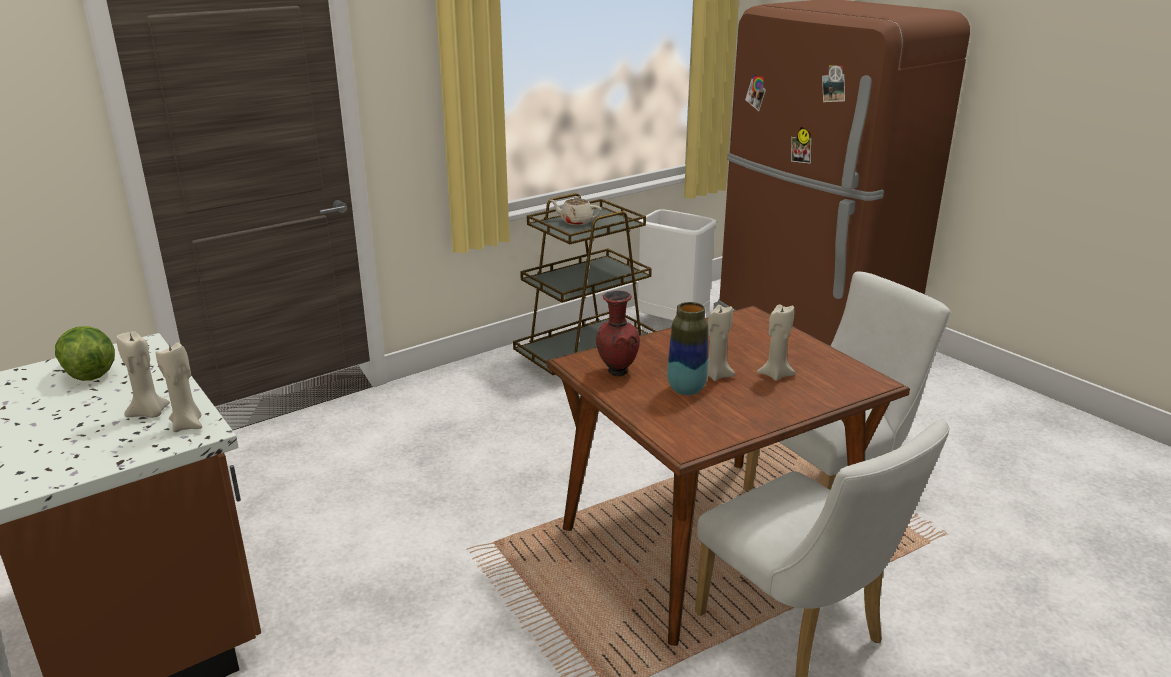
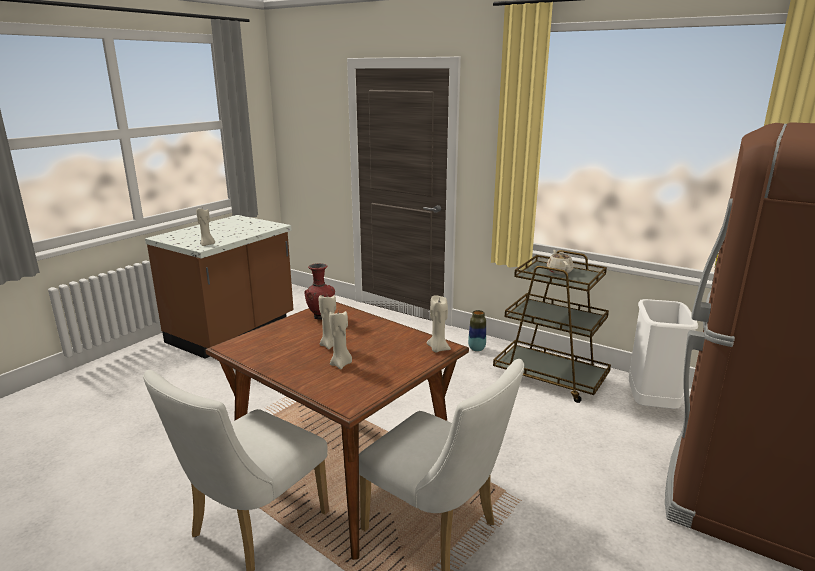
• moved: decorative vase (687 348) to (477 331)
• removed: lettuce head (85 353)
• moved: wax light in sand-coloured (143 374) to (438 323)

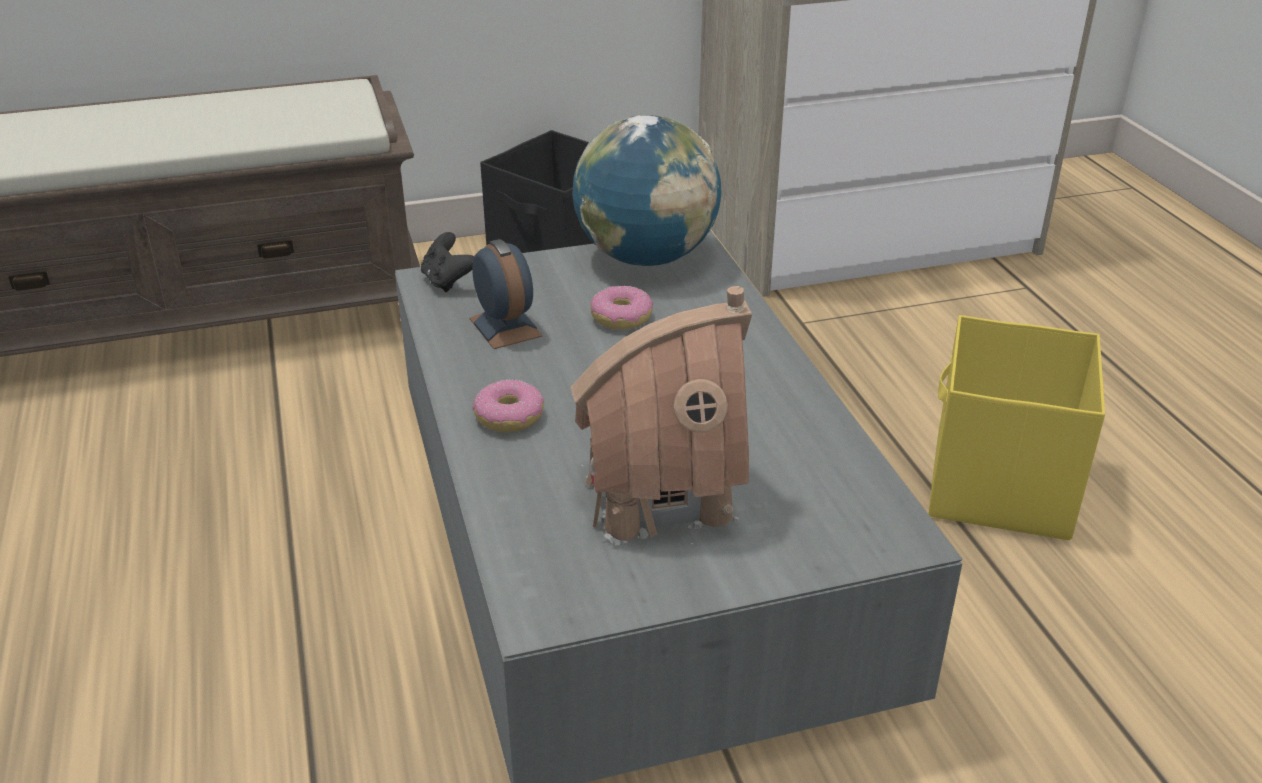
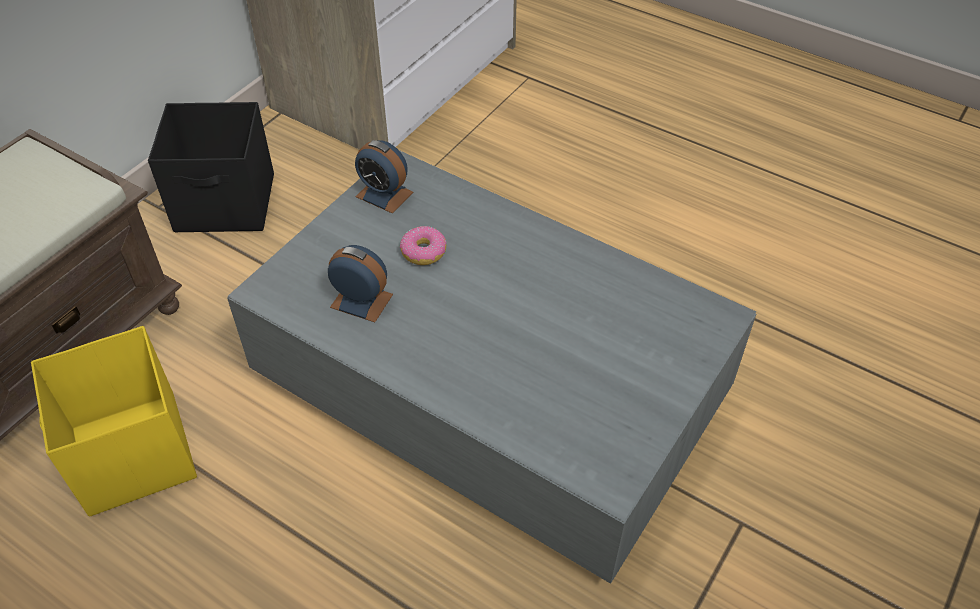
• replaced: world globe (647 190) to bedside clock (384 177)
• removed: joypad in black (447 262)
• removed: toy house (661 416)
• moved: storage container in yellowish (1016 427) to (114 421)
• removed: donut (508 405)

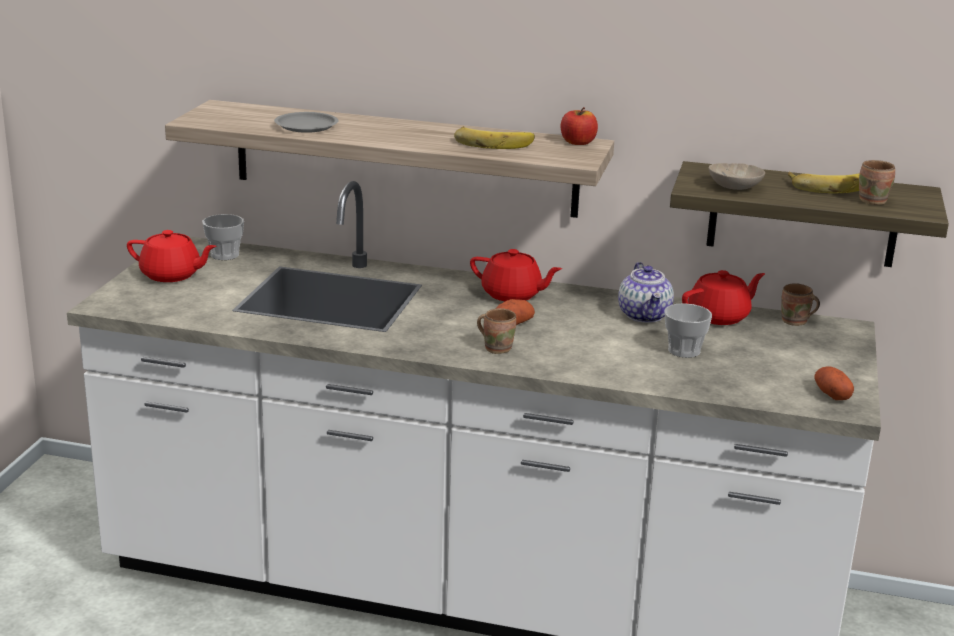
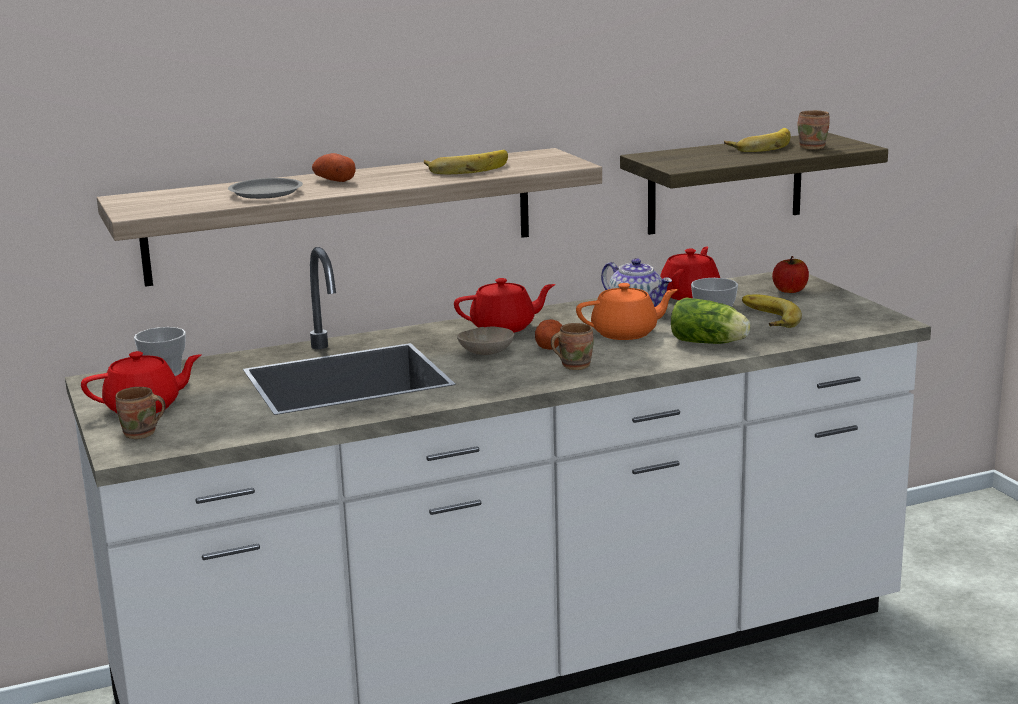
• moved: apple (579 126) to (790 274)
• moved: bowl in sand-coloured (737 176) to (485 341)
• moved: tea mug in brown (800 304) to (140 413)
• moved: potato (834 383) to (334 167)
• added: pot for tea in orangey (627 311)
• added: whole banana (772 311)
• added: lettuce head (710 320)

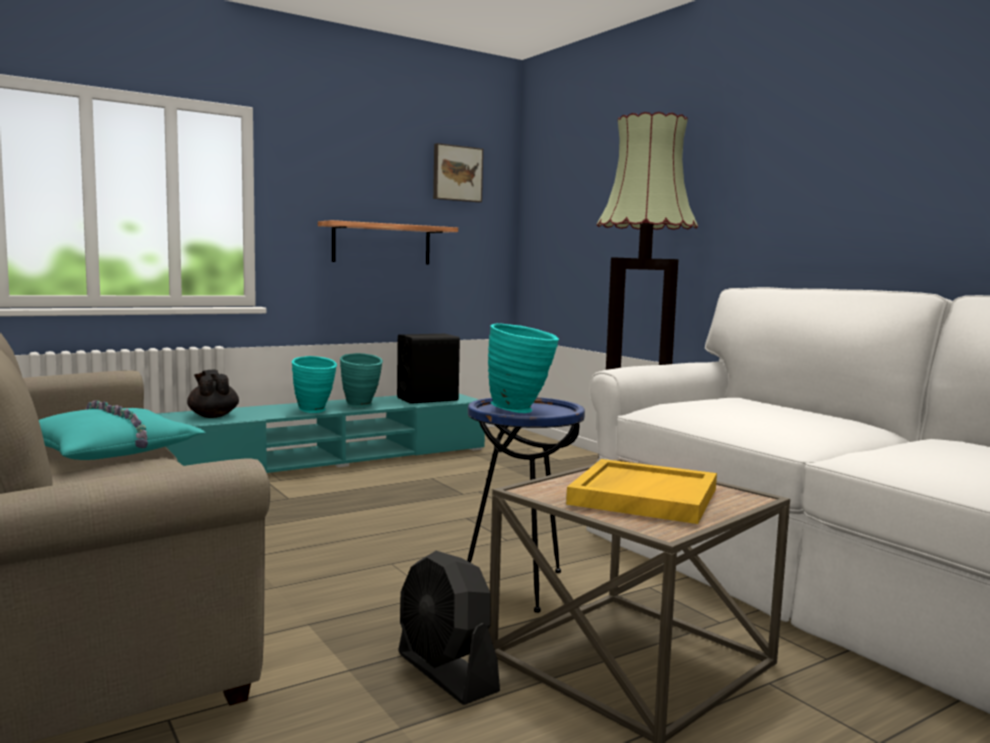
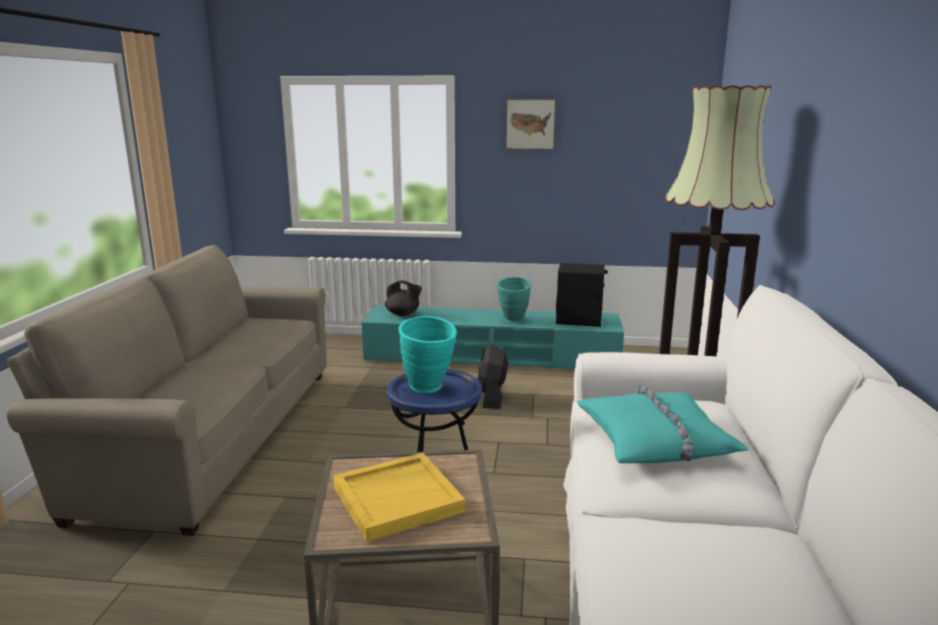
• moved: wall art (458 172) to (530 124)
• removed: wall shelf (388 242)
• removed: decorative vase in turquoise (314 384)
• turned: pot for tea in black (213 393) = (403 298) 105 degrees clockwise
• moved: throw pillow in turquoise (122 430) to (662 424)
• moved: fan in black (449 628) to (492 376)

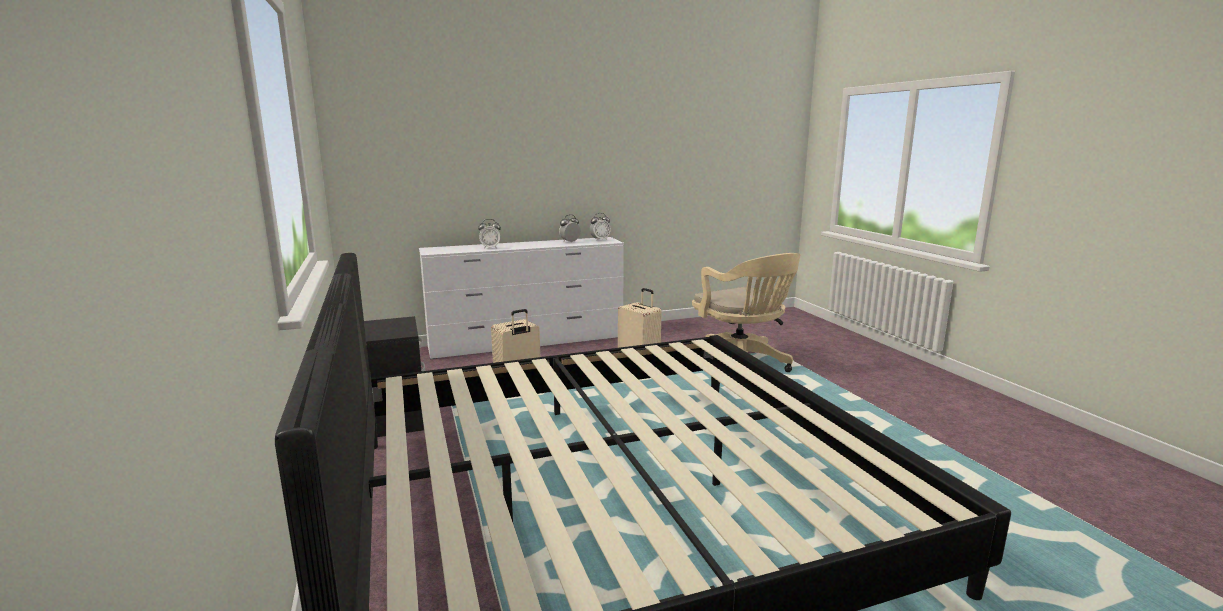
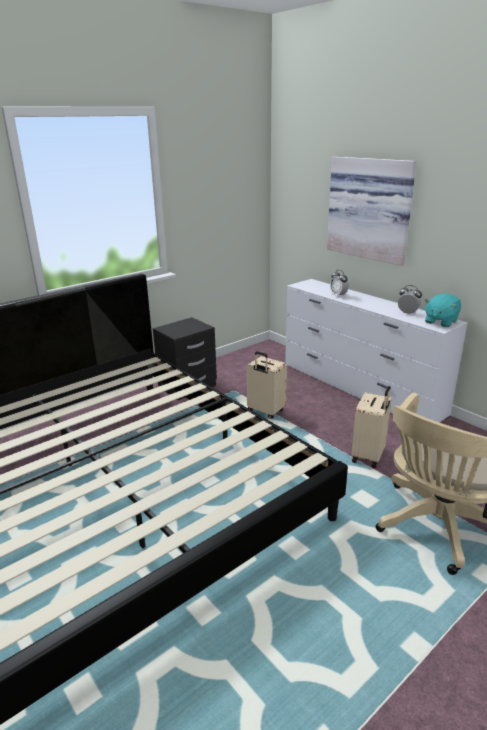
• replaced: bedside clock (600 226) to cuddly toy in turquoise (443 310)
• added: wall art (372 211)

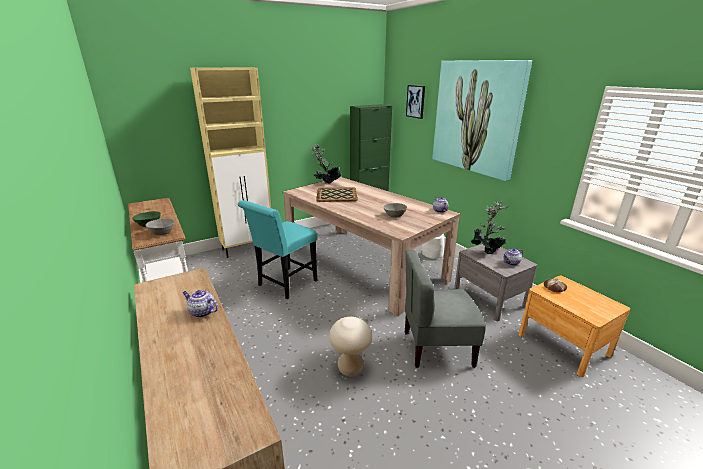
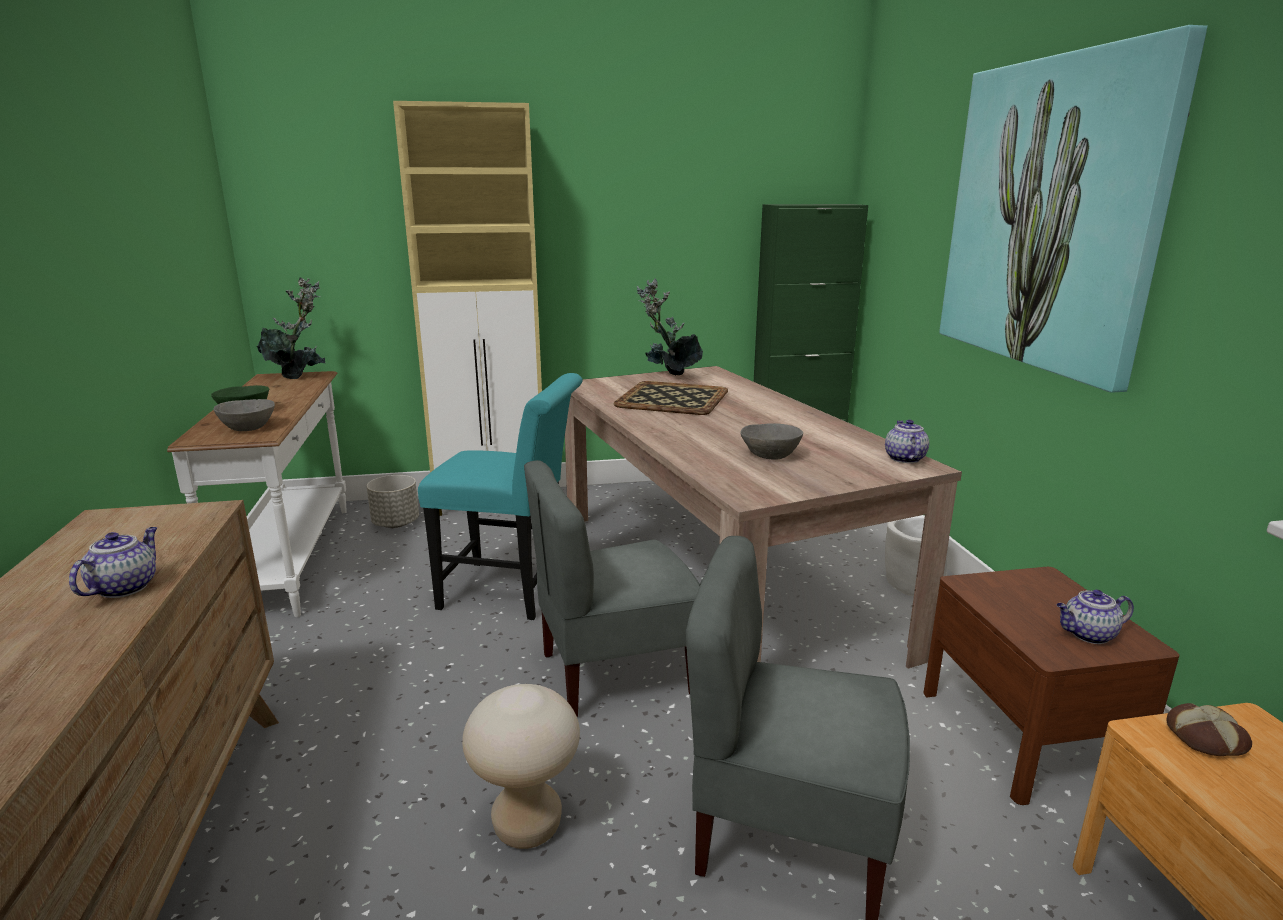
• removed: wall art (415 102)
• turned: plain chair in turquoise (277 249) = (500 496) 135 degrees counterclockwise
• moved: plant in a pot (490 227) to (291 328)
• recoloured: bedside table in grey (495 282) to bedside table in brown (1051 686)
• turned: pot for tea (200 304) = (113 562) 60 degrees clockwise
• added: plain chair in grey (612 588)
• added: planter in grey (393 501)

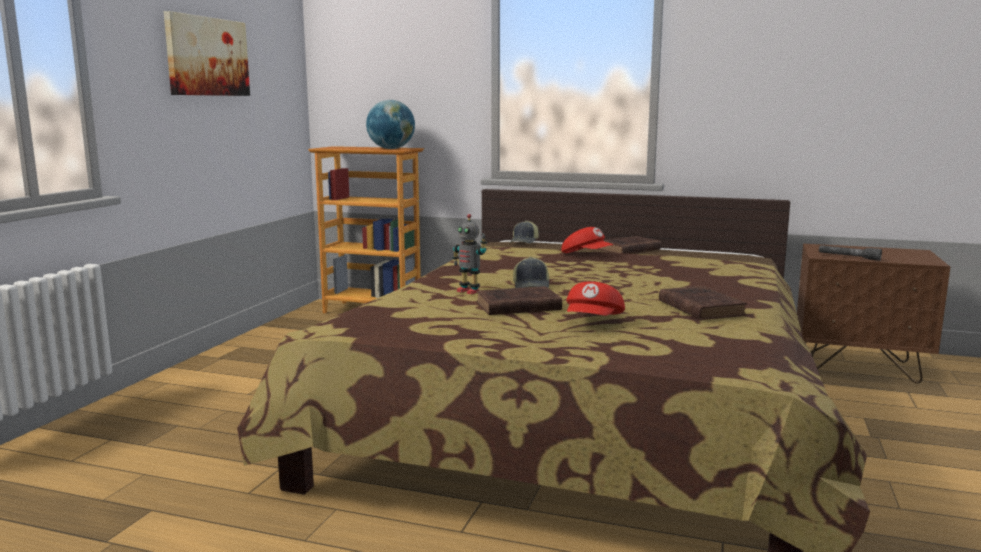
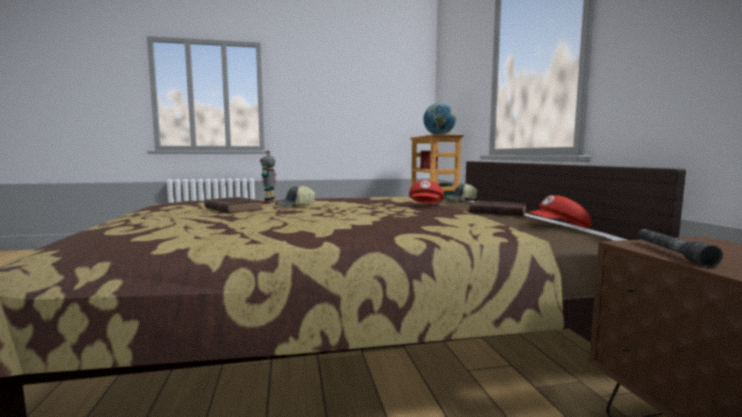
• removed: wall art (207 53)
• moved: peaked cap in reddish (595 298) to (560 211)
• removed: bound book in brown (703 303)

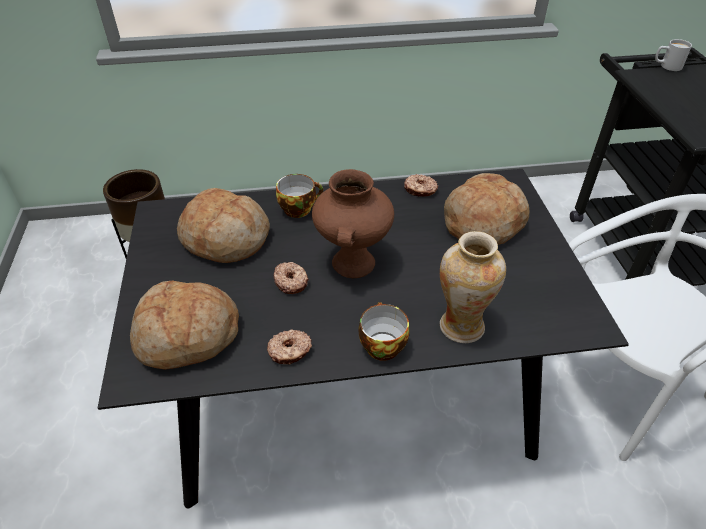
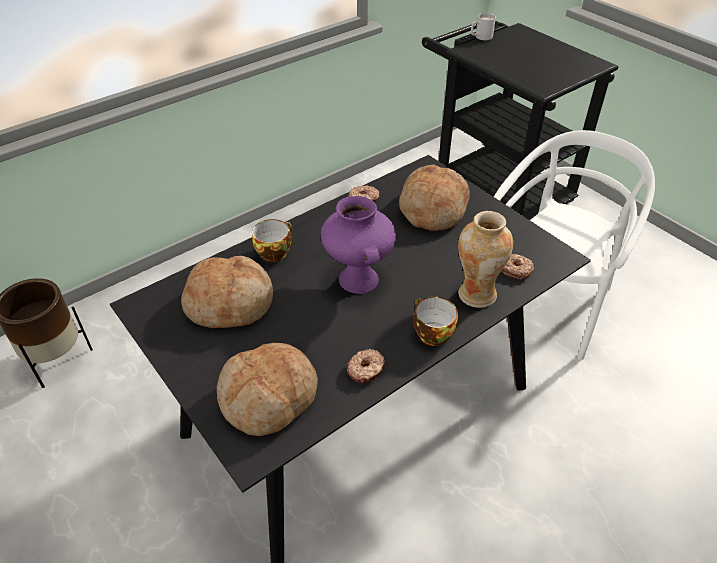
• recoloured: decorative vase in brown (353 223) to decorative vase in purple (358 245)
• moved: donut (291 278) to (518 266)

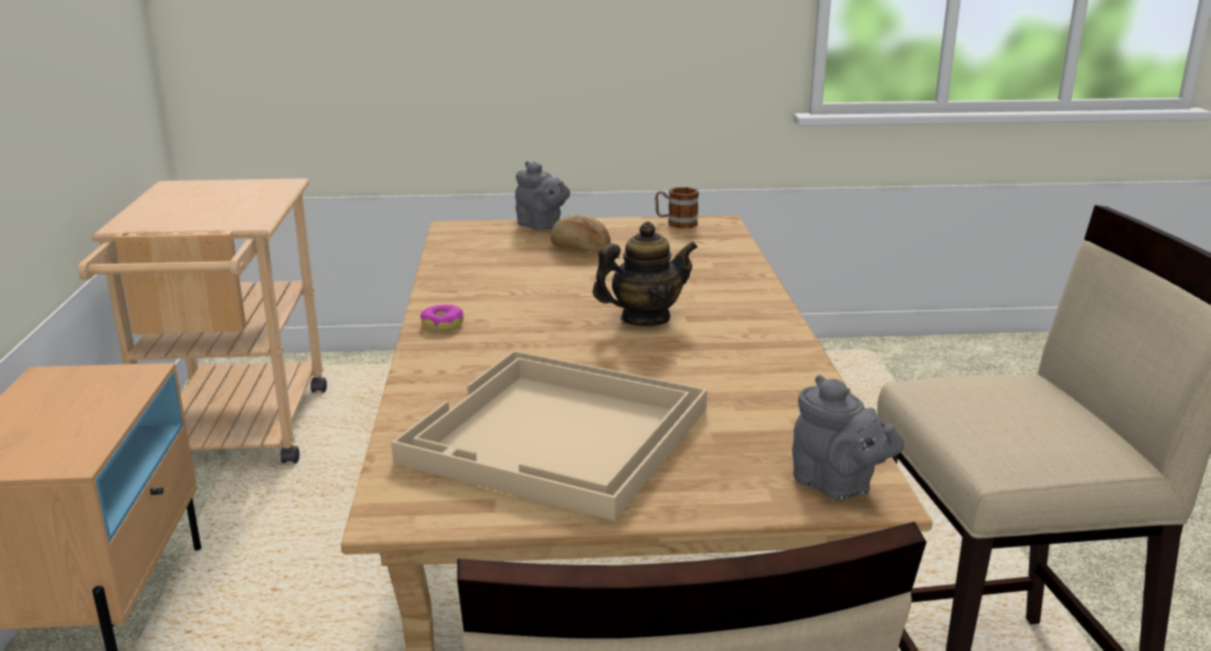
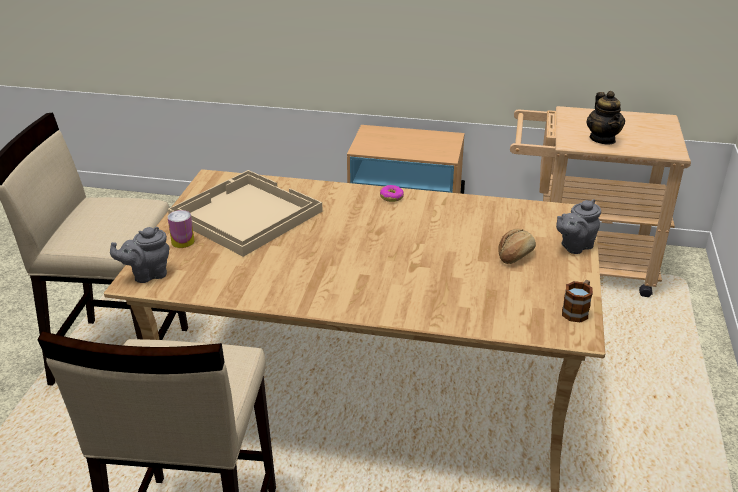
• moved: pot for tea (645 273) to (605 118)
• added: metal can (181 229)

